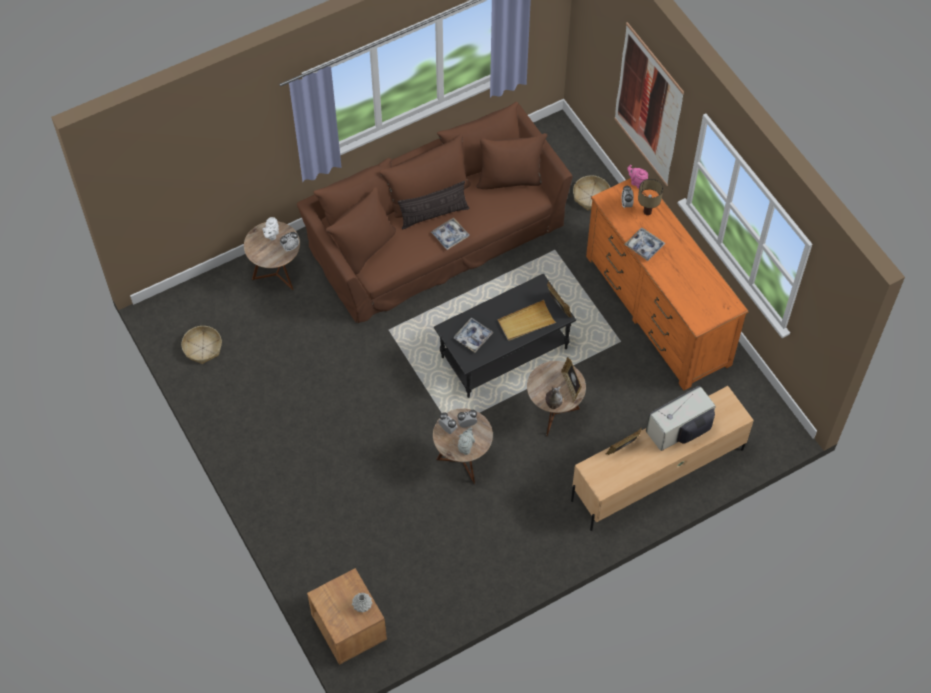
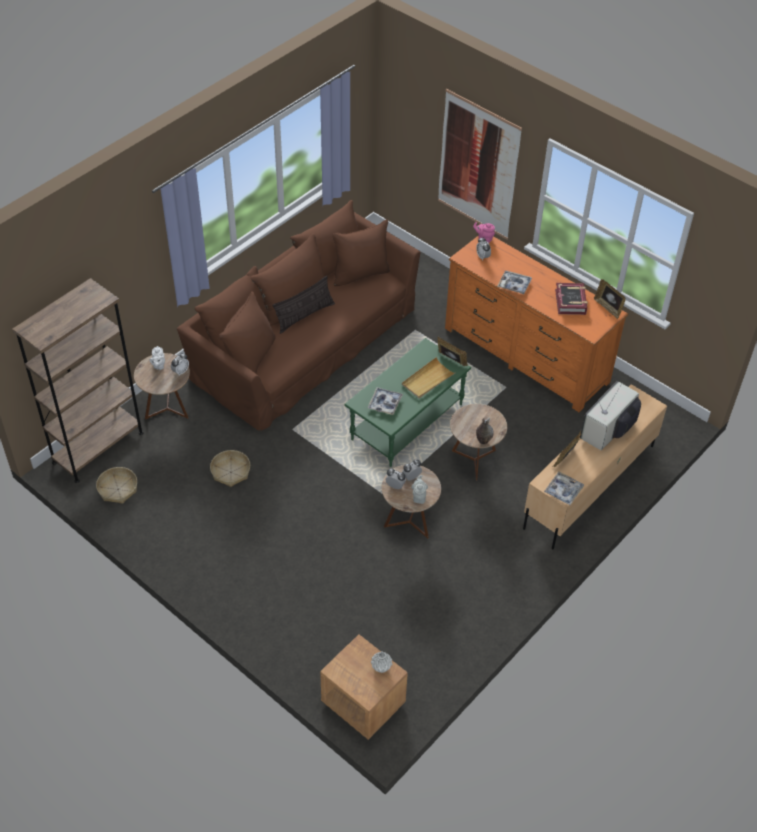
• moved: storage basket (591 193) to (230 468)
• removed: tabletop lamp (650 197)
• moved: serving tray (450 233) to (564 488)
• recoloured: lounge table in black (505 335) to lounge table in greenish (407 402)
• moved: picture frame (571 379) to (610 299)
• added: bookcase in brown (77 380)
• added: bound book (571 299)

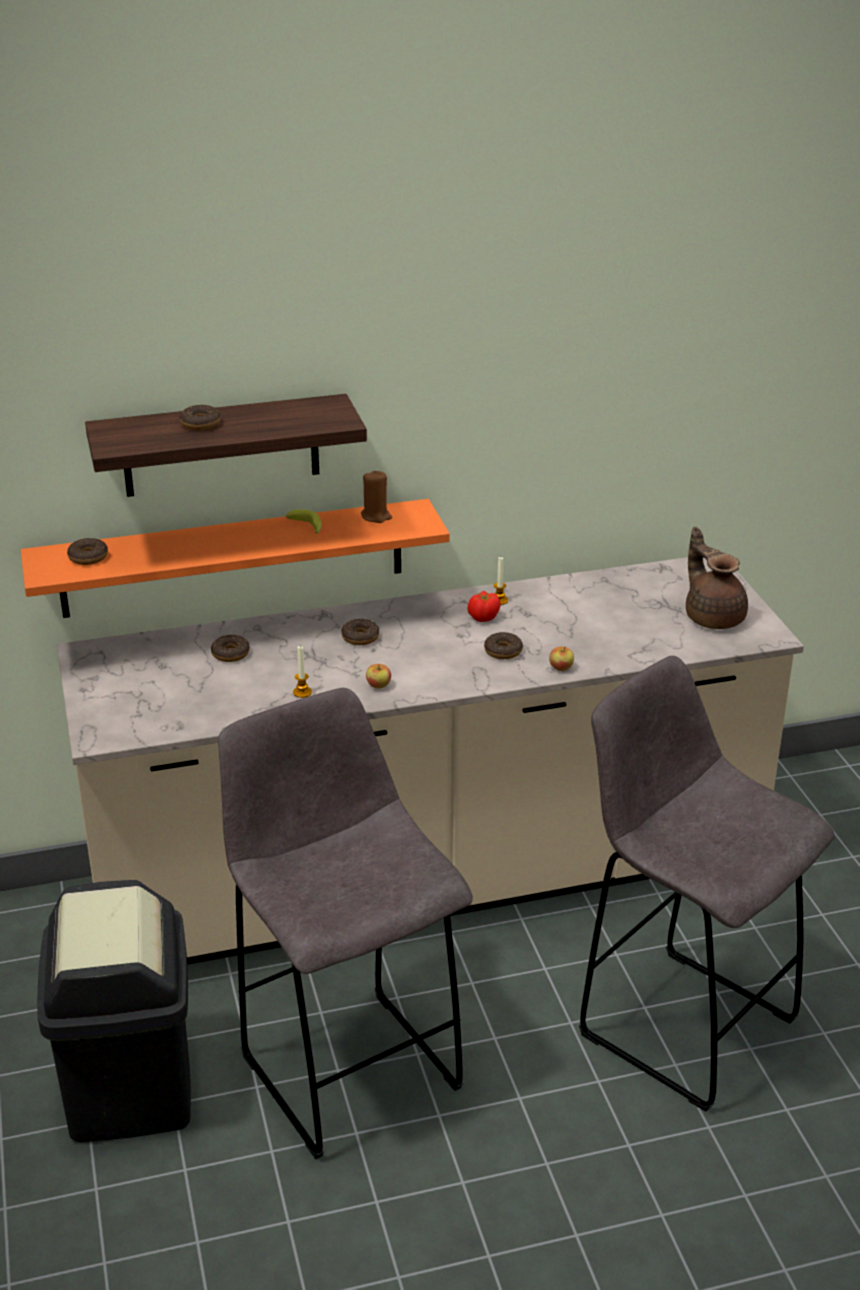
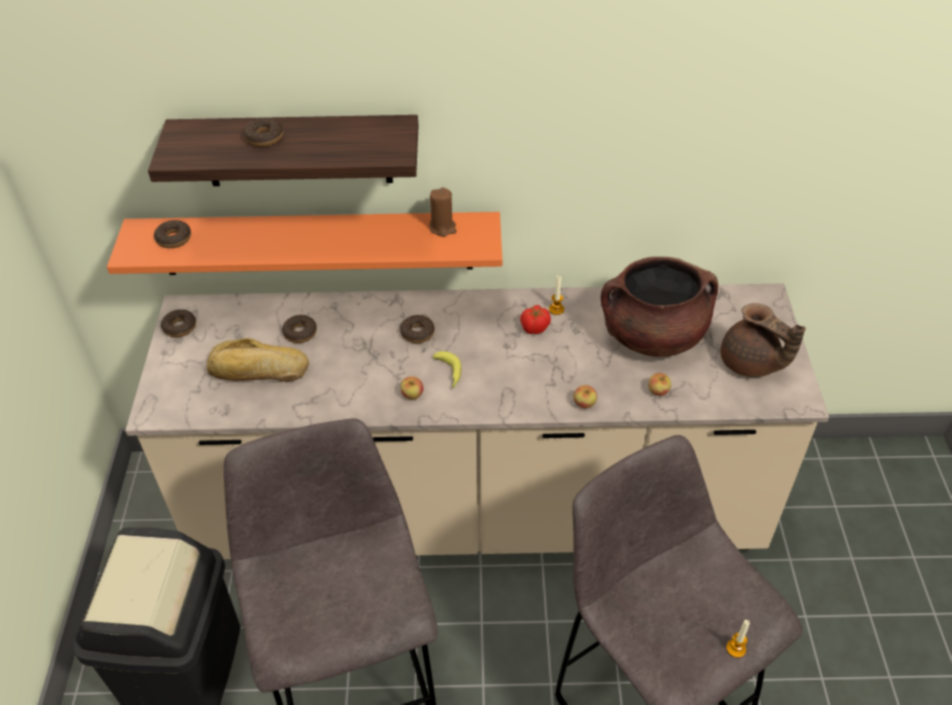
• moved: whole banana (304 521) to (447 369)
• turned: pot for tea in brown (717 578) = (763 340) 150 degrees clockwise
• moved: donut (503 645) to (178 323)
• moved: wax light (302 672) to (738 639)
• added: cooking pot in brown (659 307)
• added: bakery bread (258 360)
• added: apple (659 384)

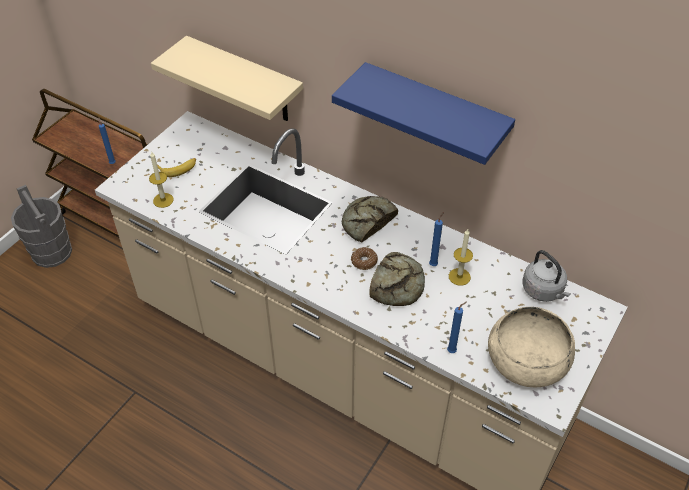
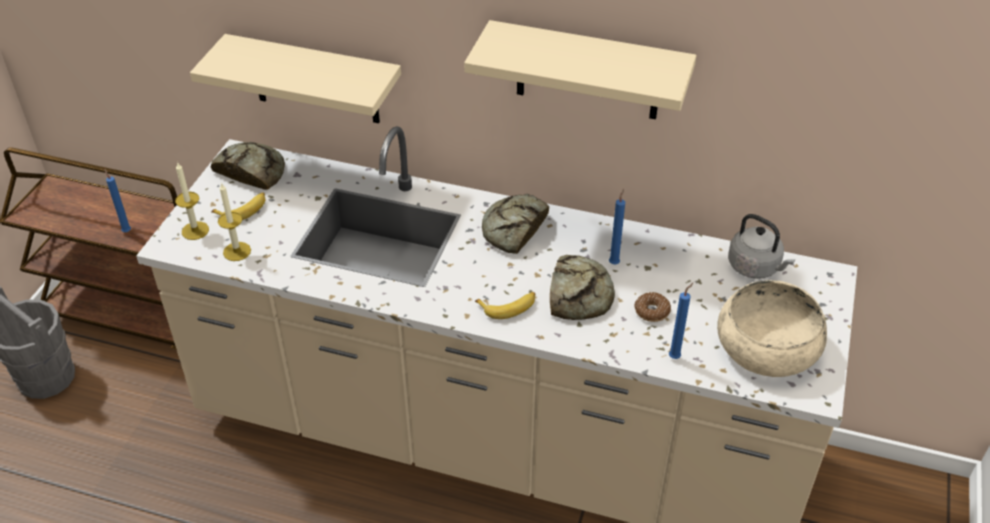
• recoloured: wall shelf in blue-coloured (423 113) to wall shelf in sand-coloured (580 69)
• moved: wax light (461 257) to (192 201)
• moved: donut (364 258) to (653 307)
• added: bakery bread (248 166)
• added: whole banana (505 305)

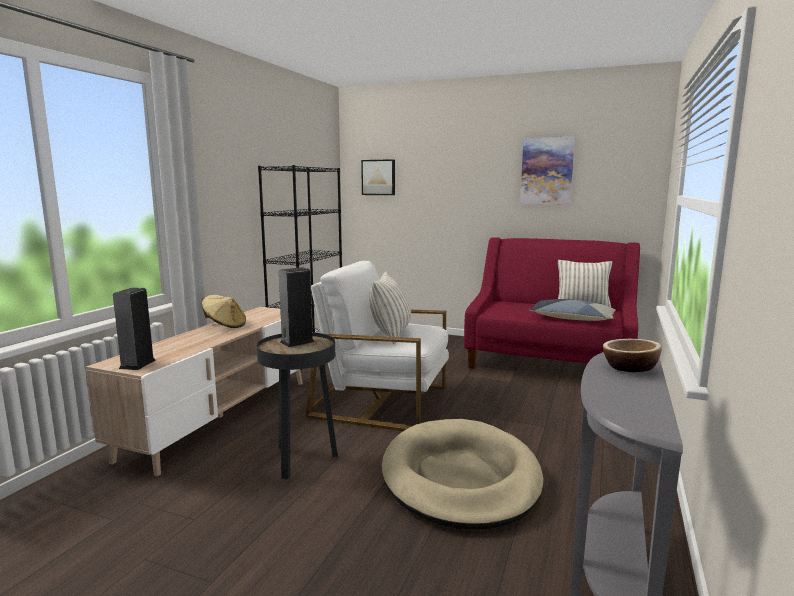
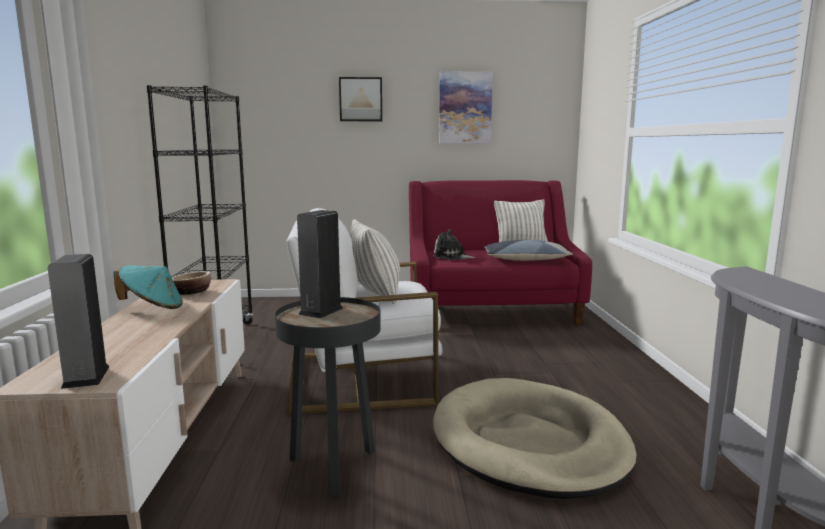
• moved: wall art (378 177) to (360 99)
• recoloured: wearable hat in sand-coloured (224 311) to wearable hat in turquoise (148 287)
• moved: bowl (632 355) to (191 283)
• added: cuddly toy (454 244)

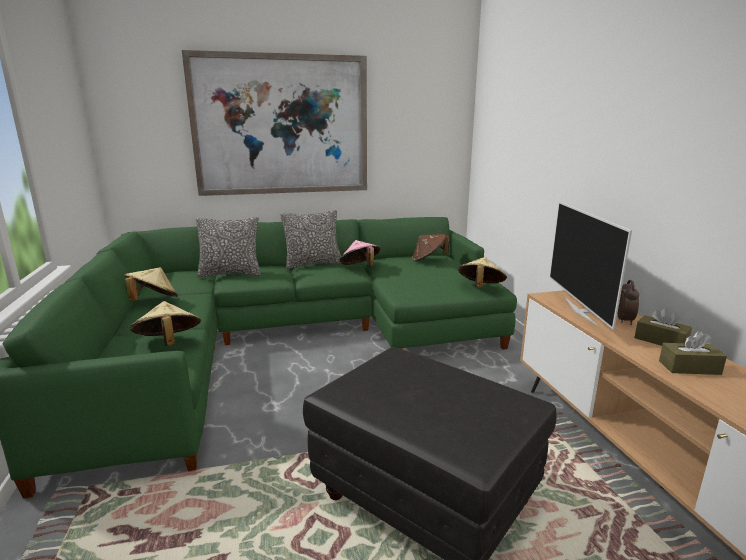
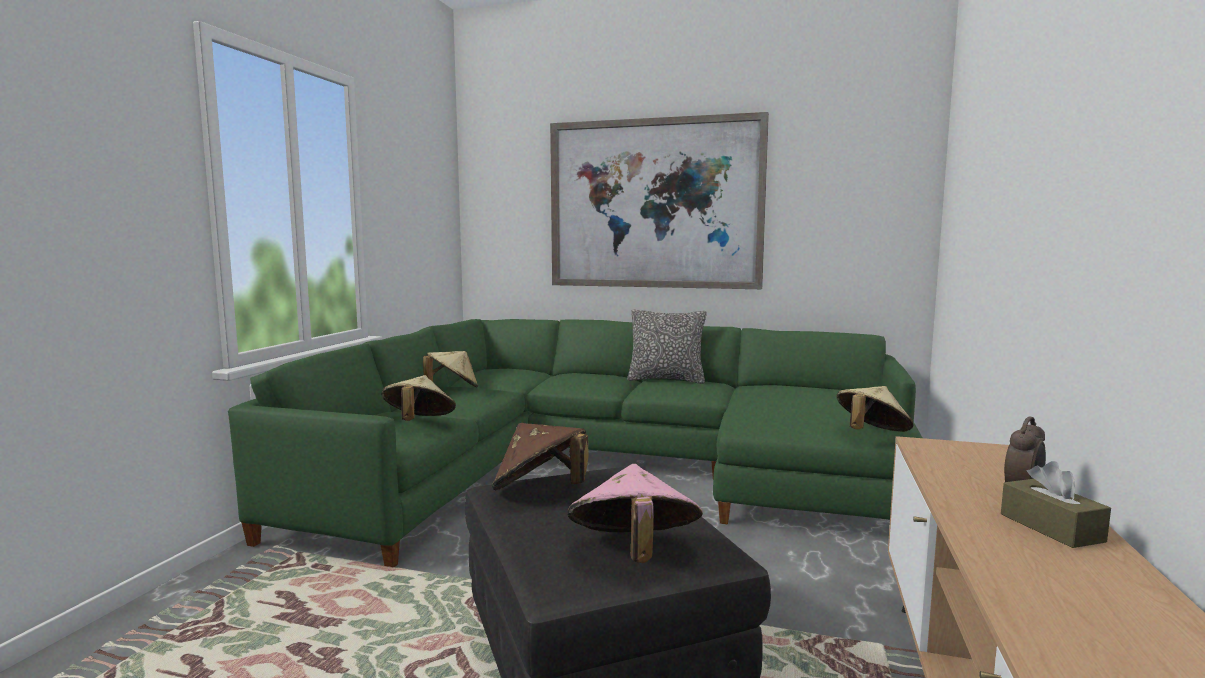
• removed: TV (590 266)
• removed: throw pillow (228 247)
• moved: wearable hat in brown (430 248) to (540 456)
• moved: wearable hat in pinkish (360 253) to (635 513)
• removed: tissue box in brown (693 353)

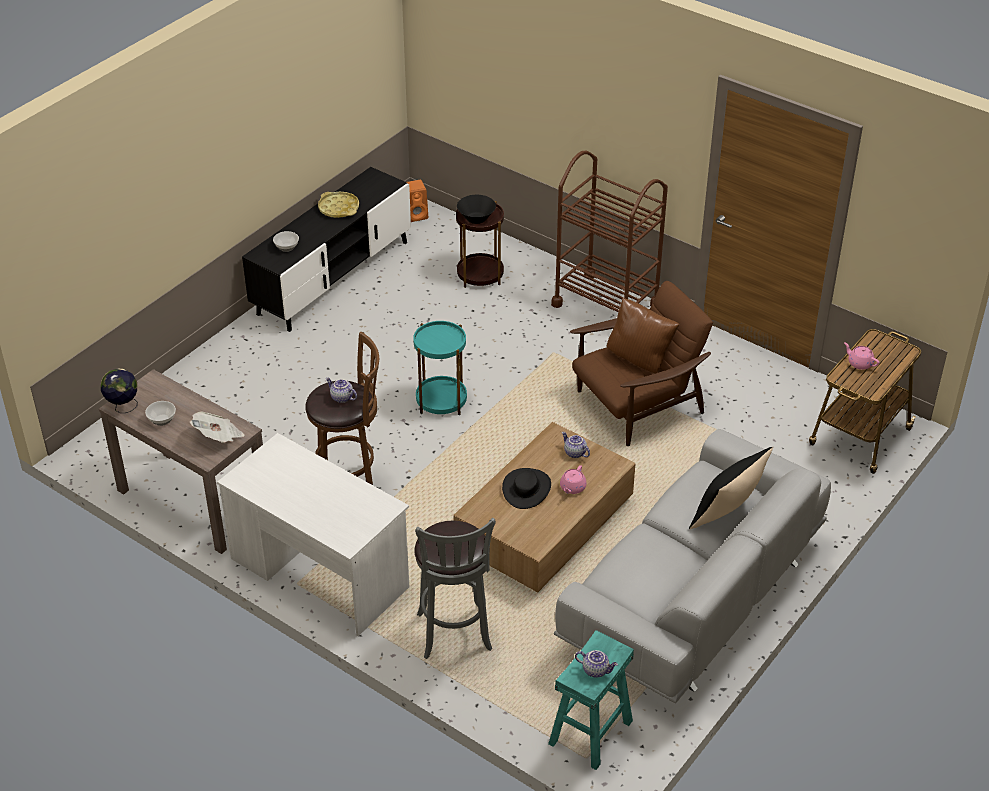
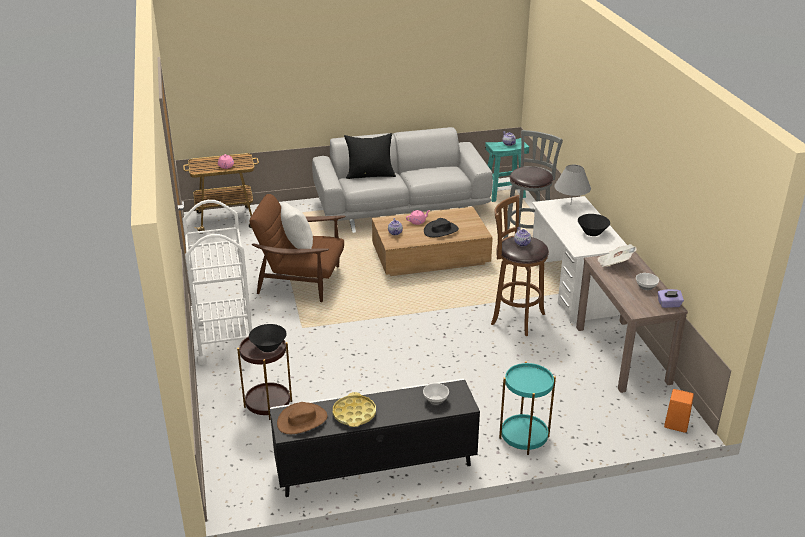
• recoloured: trolley in brown (609 231) to trolley in white-coloured (217 282)
• moved: audio speaker in orangey (417 201) to (679 411)
• recoloured: throw pillow in brown (643 336) to throw pillow in white-coloured (297 226)
• moved: end table in turquoise (440 368) to (527 408)
• replaced: world globe (119 391) to tissue box in purple (671 298)
• added: tabletop lamp in grey (572 183)
• added: bowl in black (594 225)
• added: wearable hat in brown (302 418)

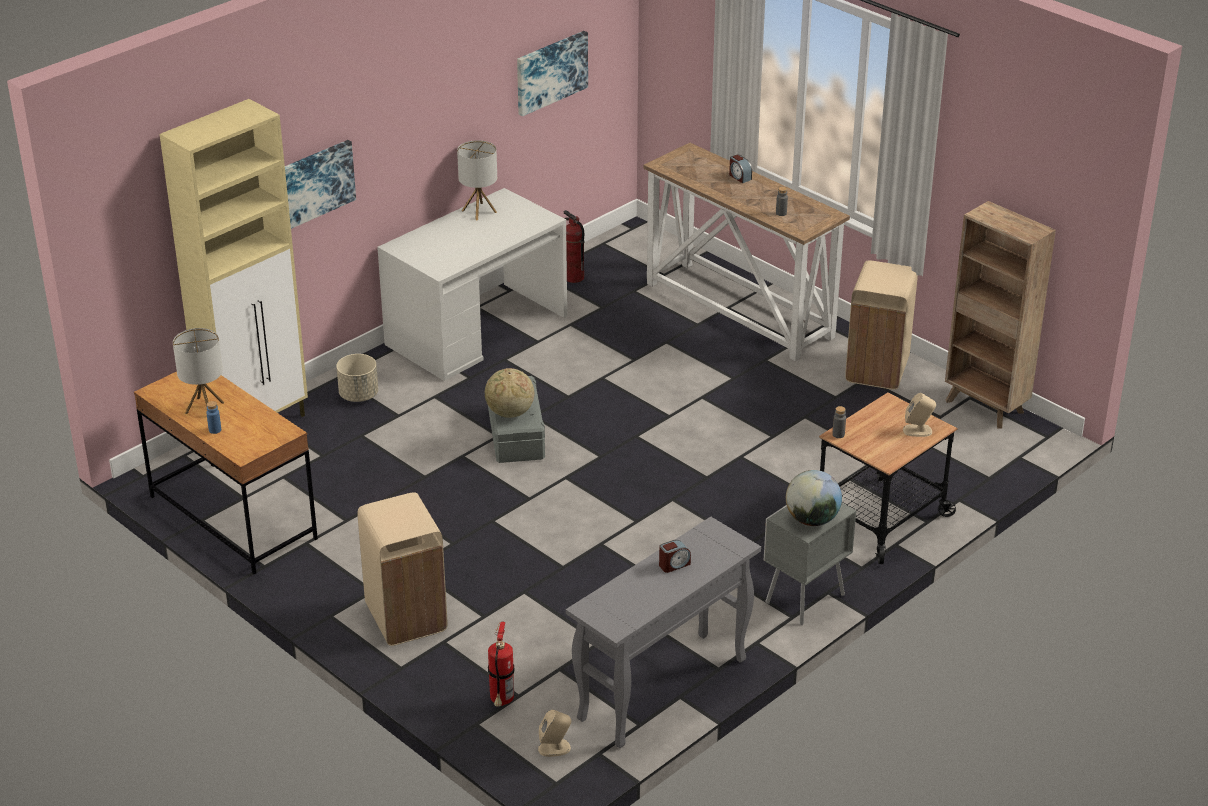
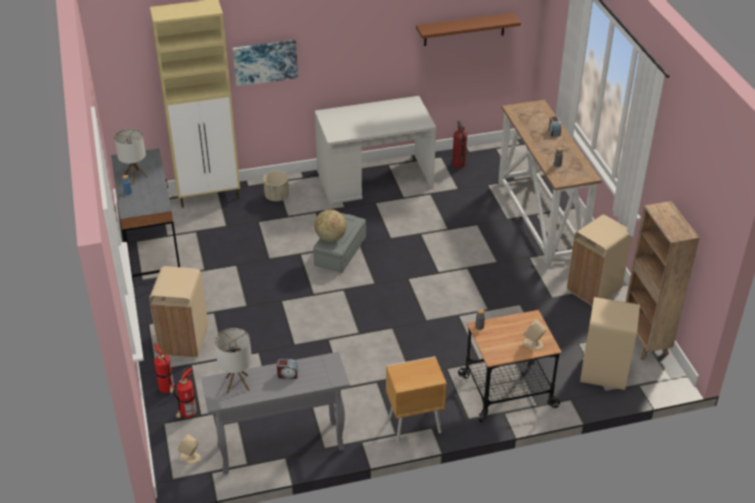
• replaced: wall art (552 73) to wall shelf in brown (468 29)
• moved: tabletop lamp (477 180) to (233 360)
• recoloured: desk in brown (226 473) to desk in grey (145 215)
• removed: world globe (814 498)
• recoloured: bedside table in grey (810 564) to bedside table in brown (416 399)
• added: rubbish bin in sand-coloured (610 343)
• added: fire extinguisher (164 368)

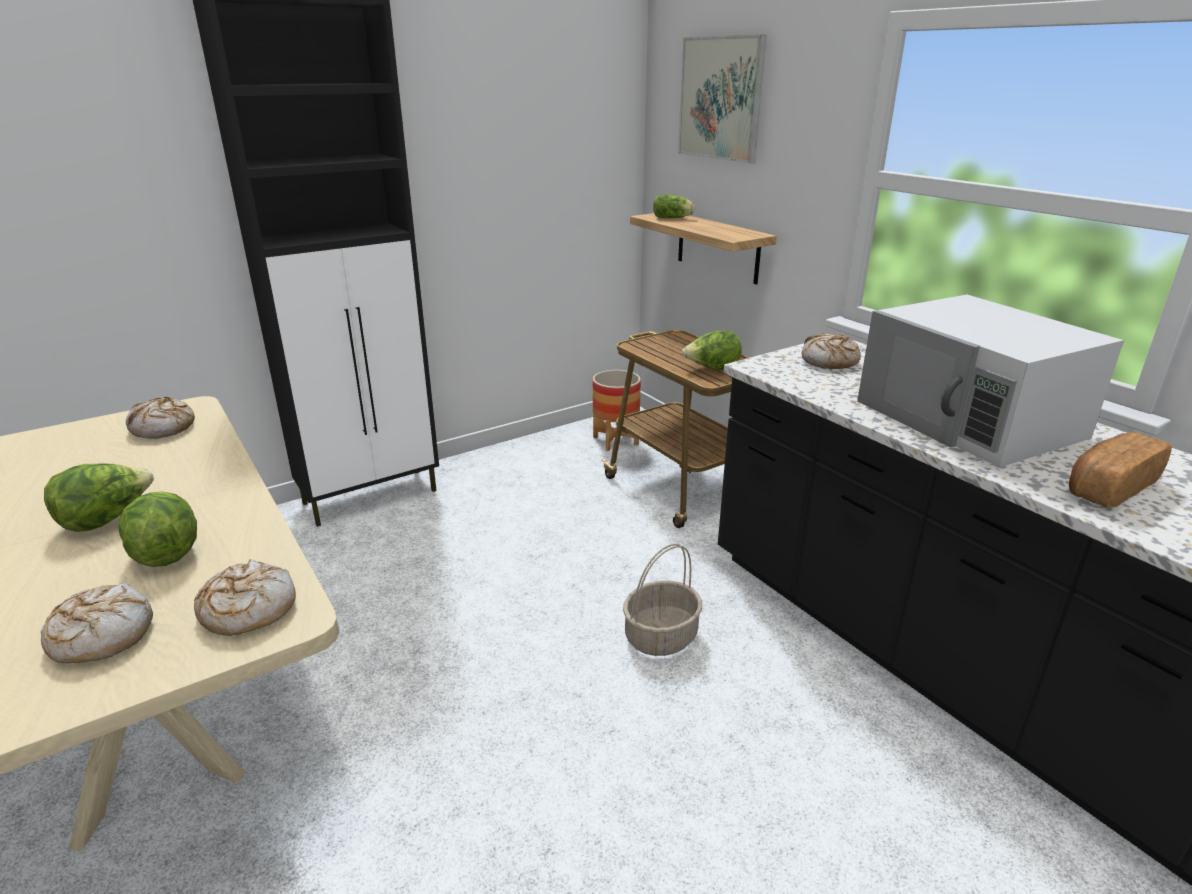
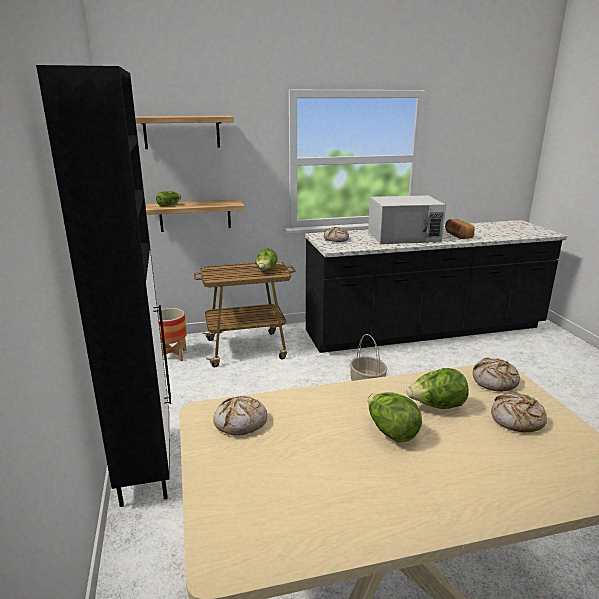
• replaced: wall art (722 99) to wall shelf (184 132)

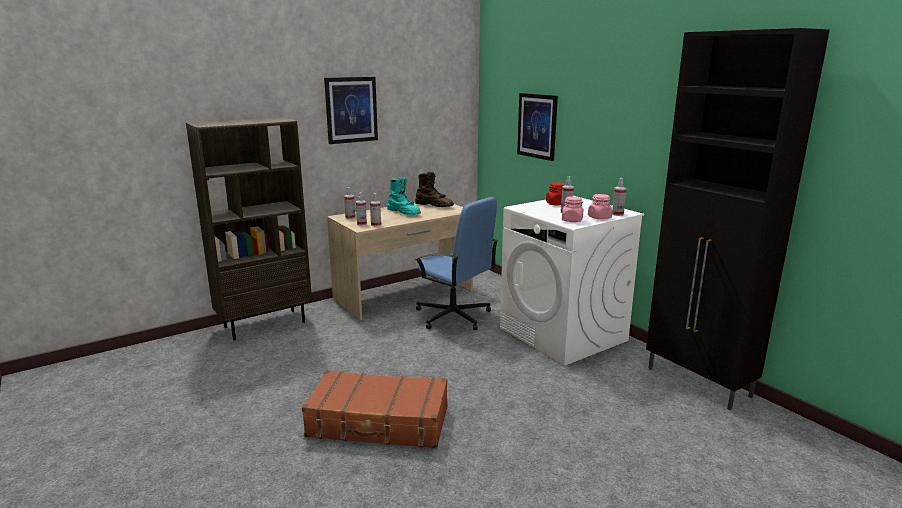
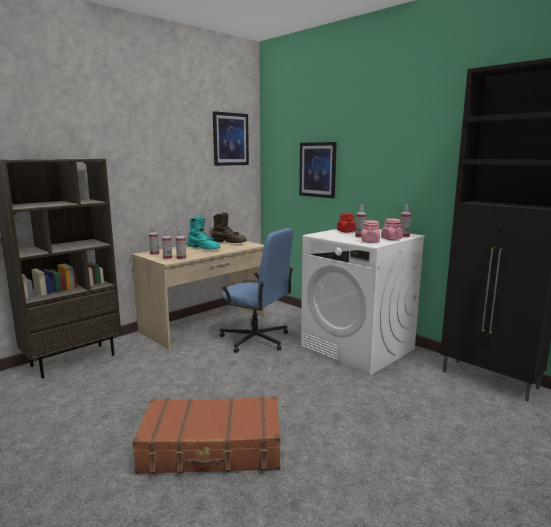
• moved: wall art (351 110) to (231 138)

